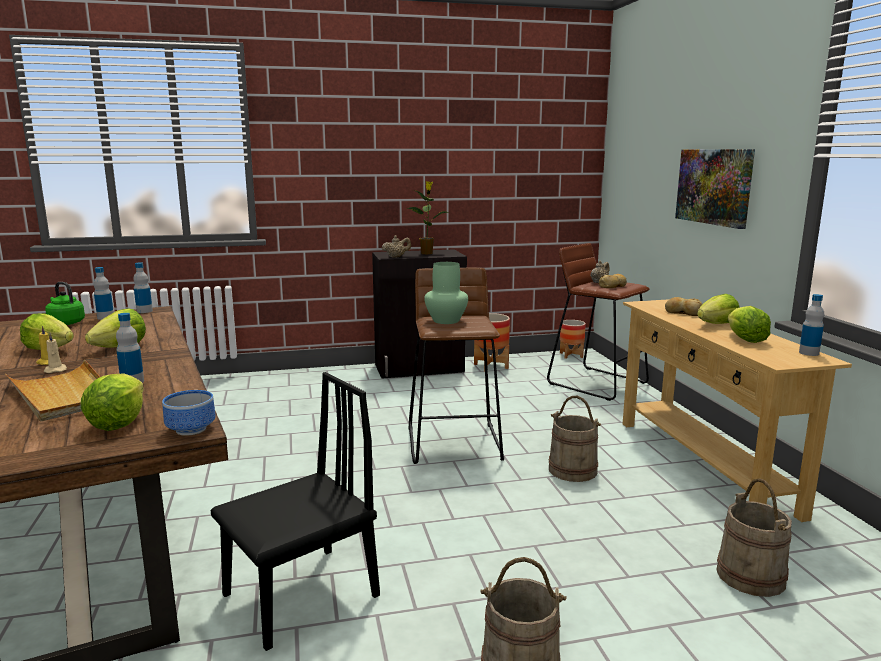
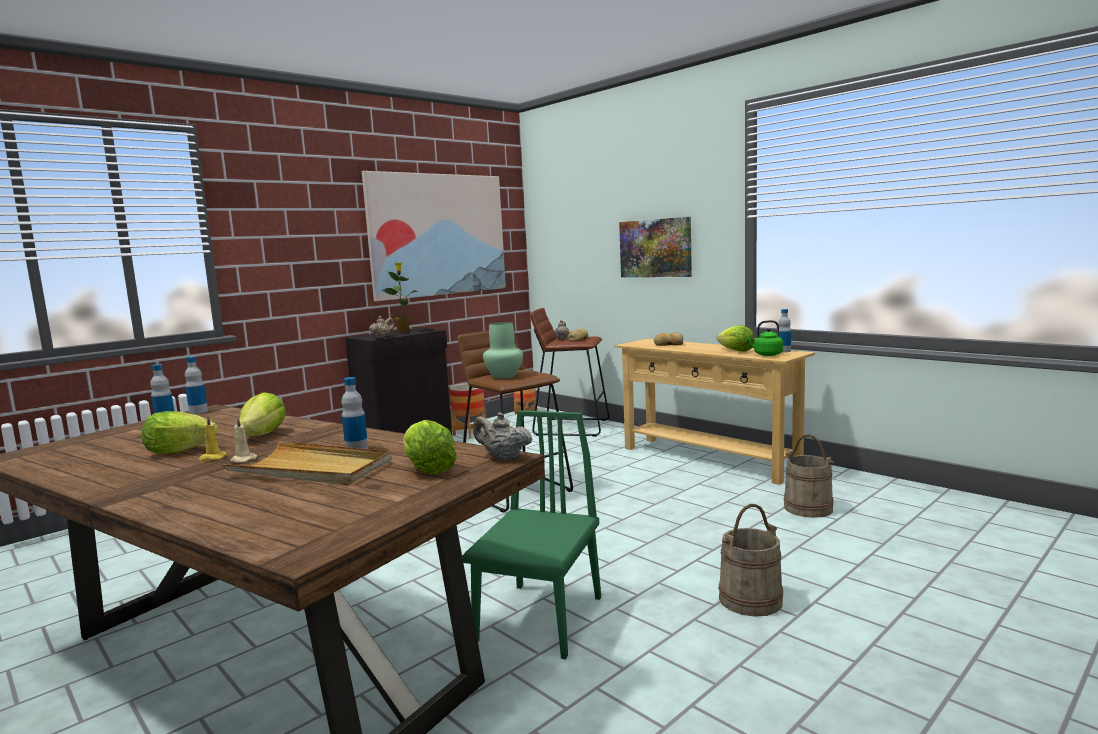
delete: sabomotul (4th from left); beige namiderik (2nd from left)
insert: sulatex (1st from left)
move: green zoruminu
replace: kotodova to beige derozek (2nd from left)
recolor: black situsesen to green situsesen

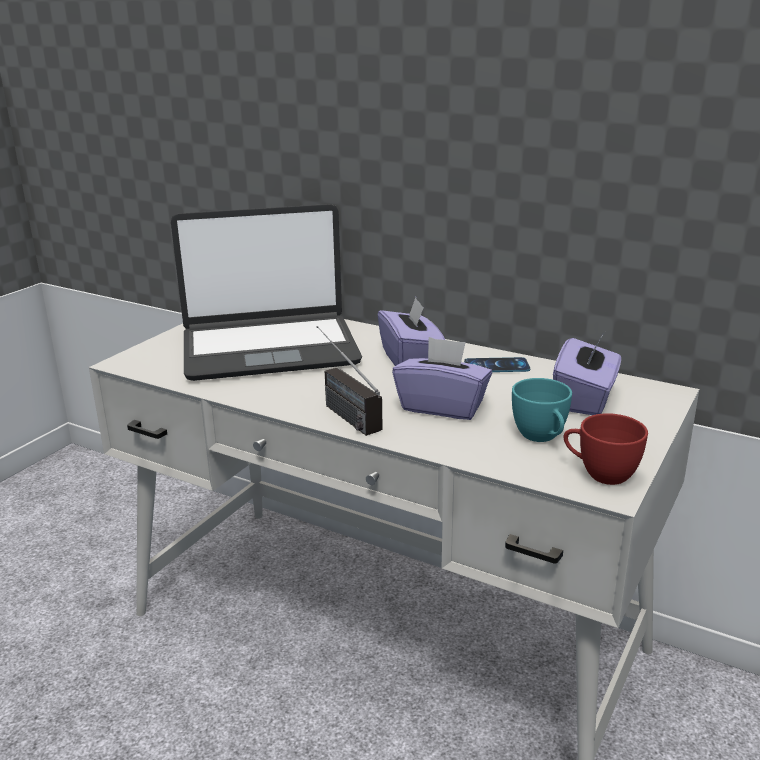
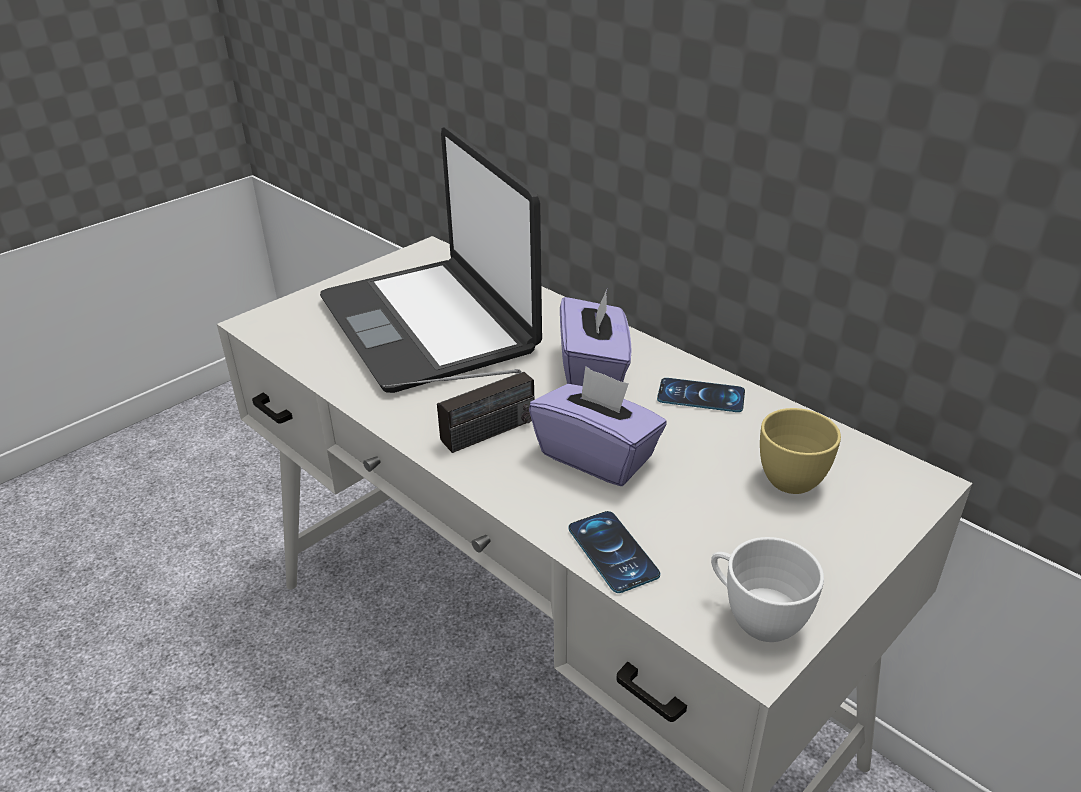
delete: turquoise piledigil
insert: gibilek (1st from left)
replace: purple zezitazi (3rd from left) to yellow piledigil
recolor: red piledigil to white piledigil
rotate: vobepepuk 60 degrees clockwise; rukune 105 degrees counterclockwise

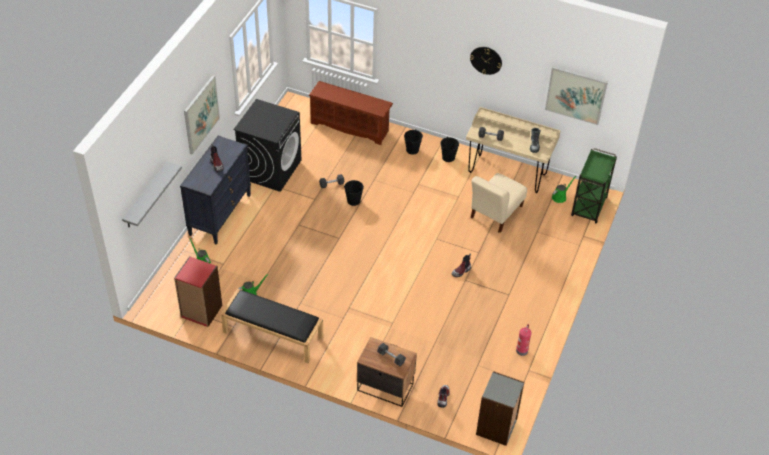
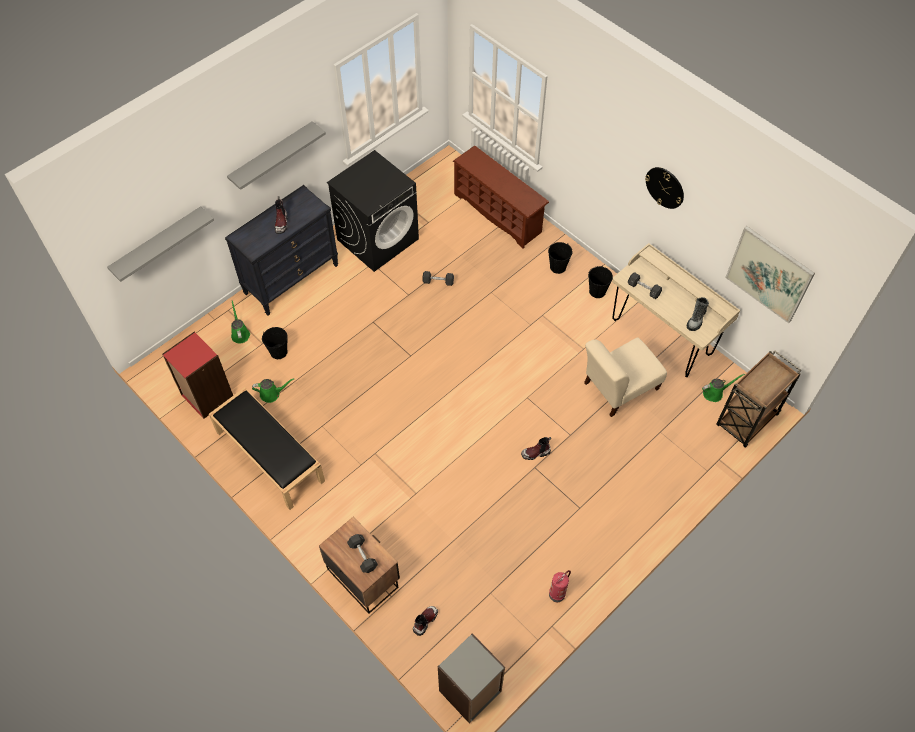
move: black namiderik (1st from left)
replace: sulatex (1st from left) to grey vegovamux (2nd from left)
recolor: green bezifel to brown bezifel

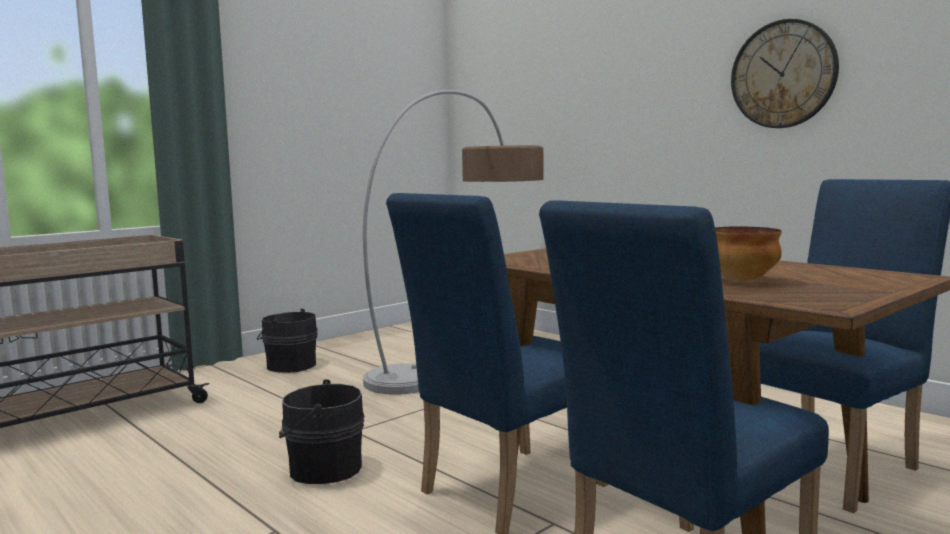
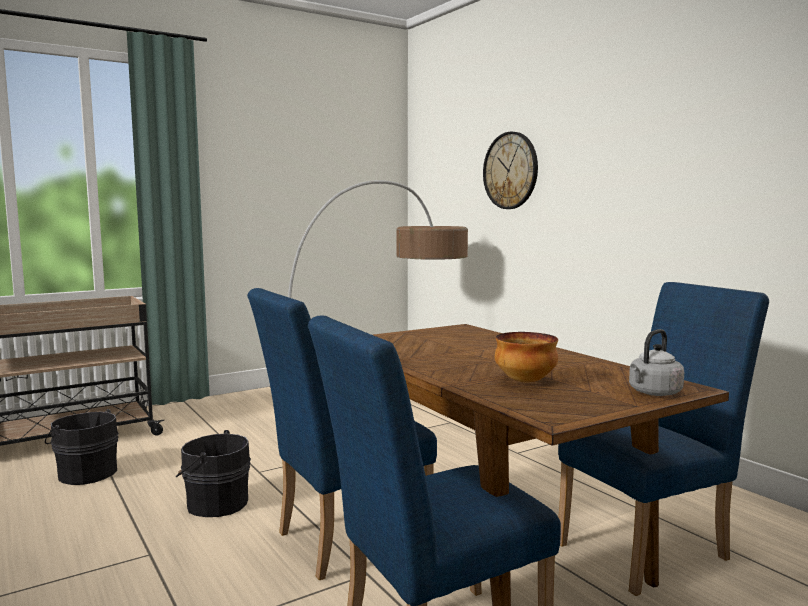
insert: grey zoruminu
move: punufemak; black namiderik (1st from left)

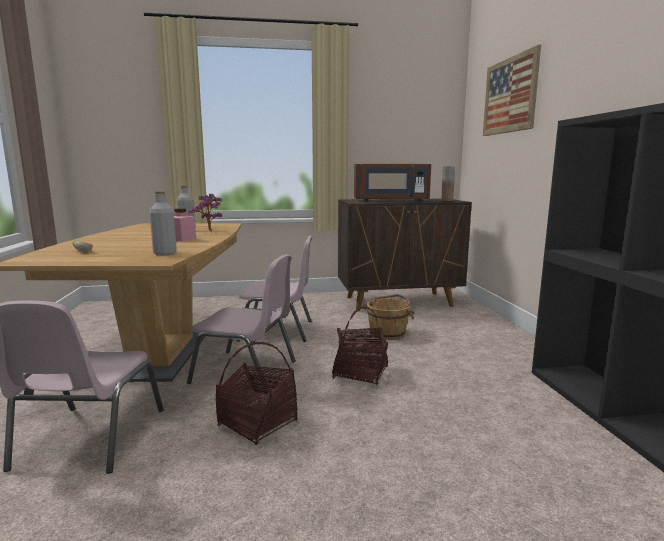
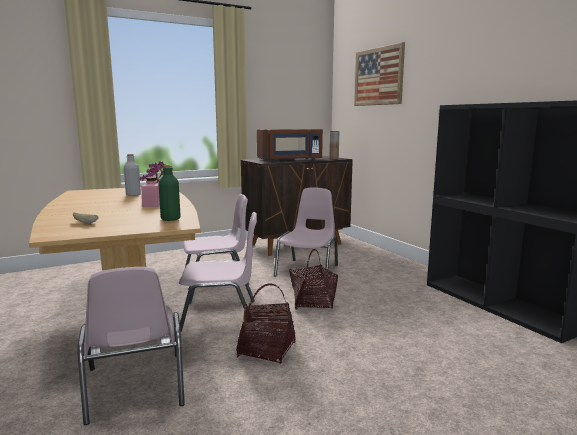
replace: brown namiderik to pink situsesen (4th from left)
recolor: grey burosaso (1st from left) to green burosaso

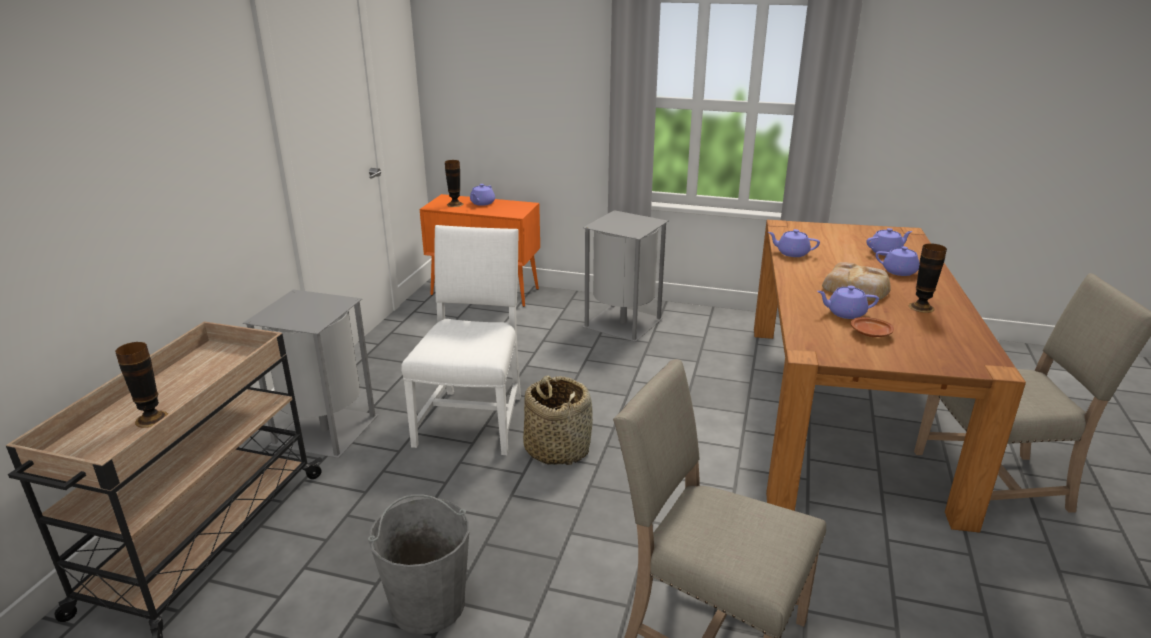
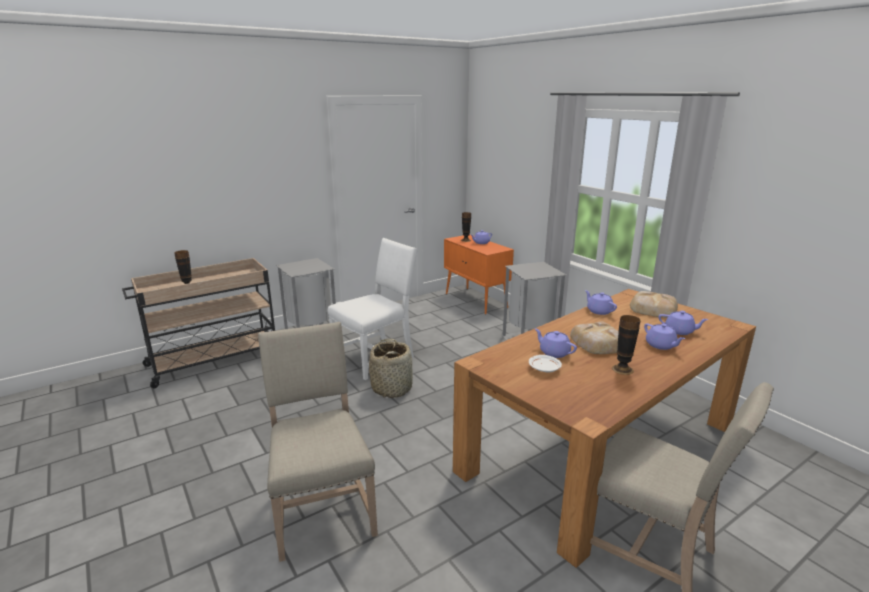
delete: grey namiderik
insert: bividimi (2nd from left)
recolor: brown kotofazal to white kotofazal

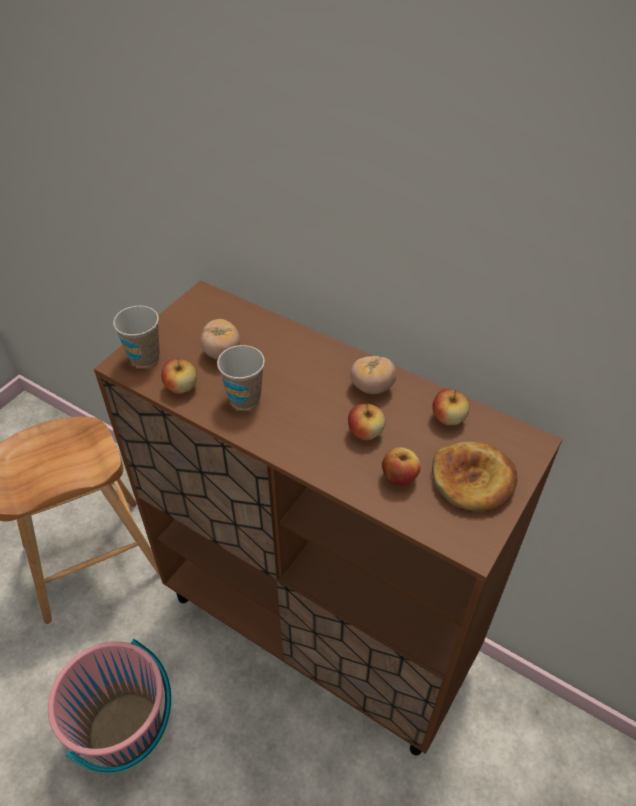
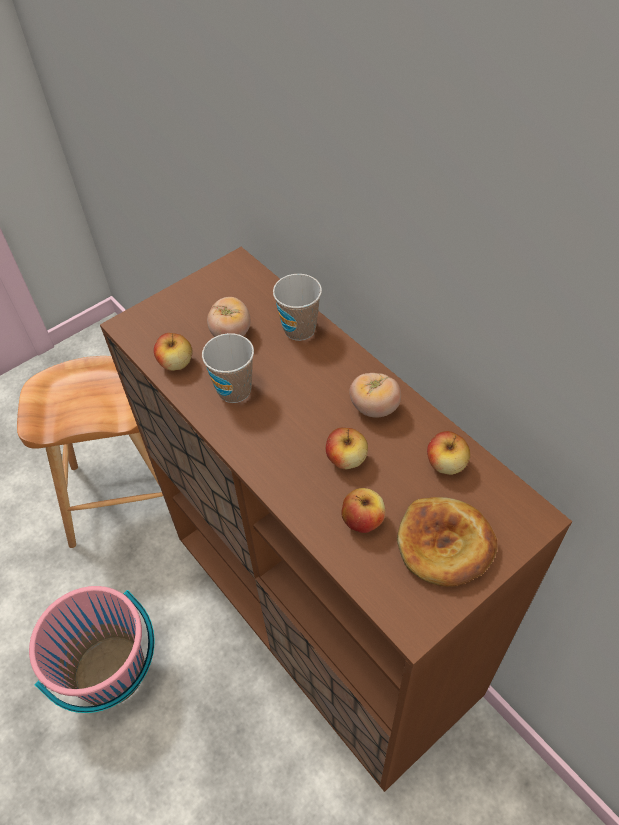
move: piledigil (1st from left in the first image) to piledigil (2nd from left)

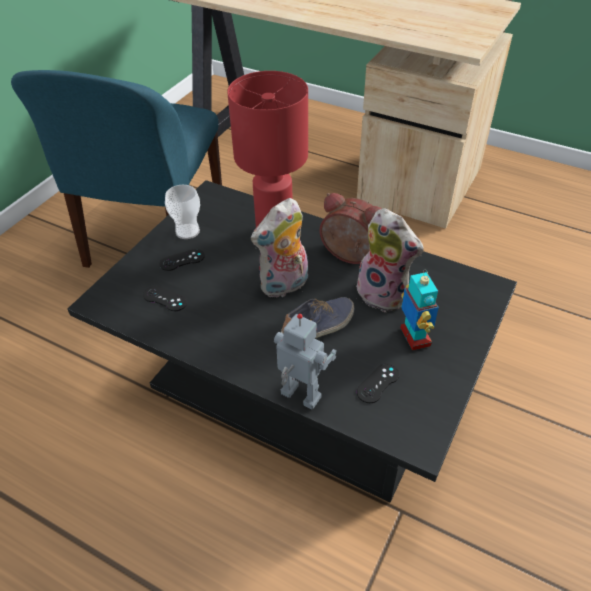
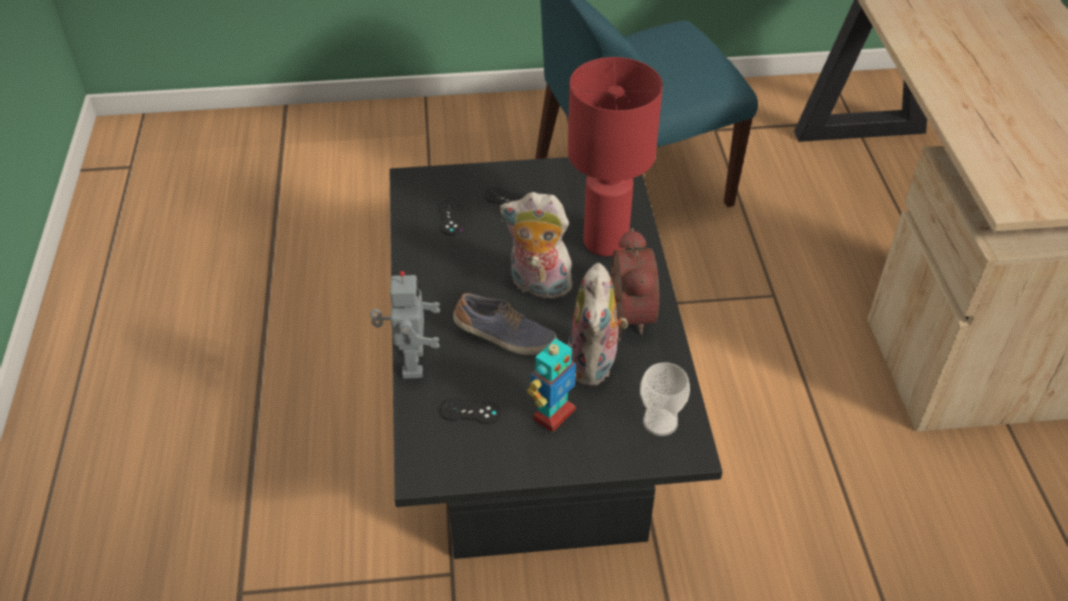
move: piledigil

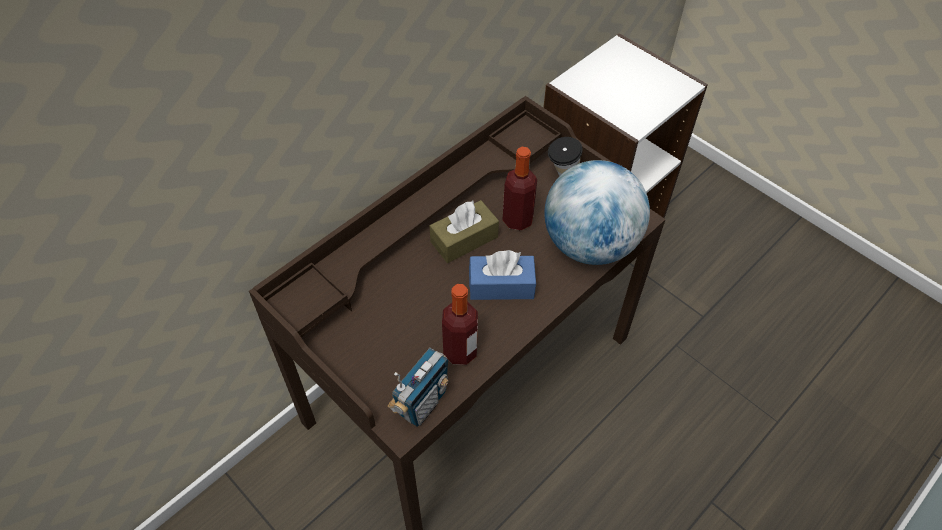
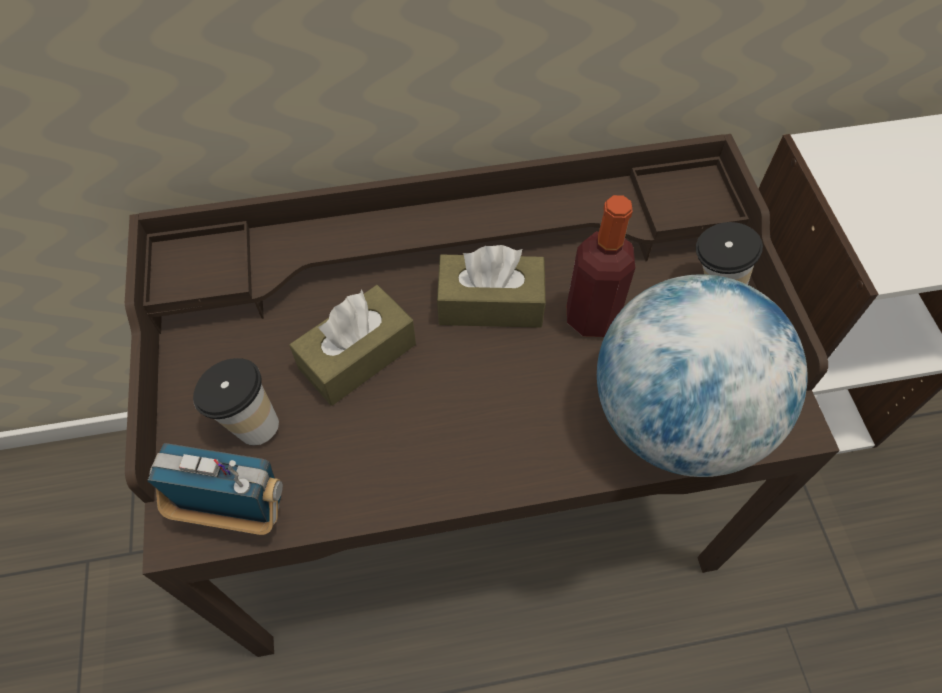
delete: blue zezitazi; burosaso (1st from left)
insert: brown zezitazi (1st from left); piledigil (1st from left)
rotate: rukune 150 degrees counterclockwise

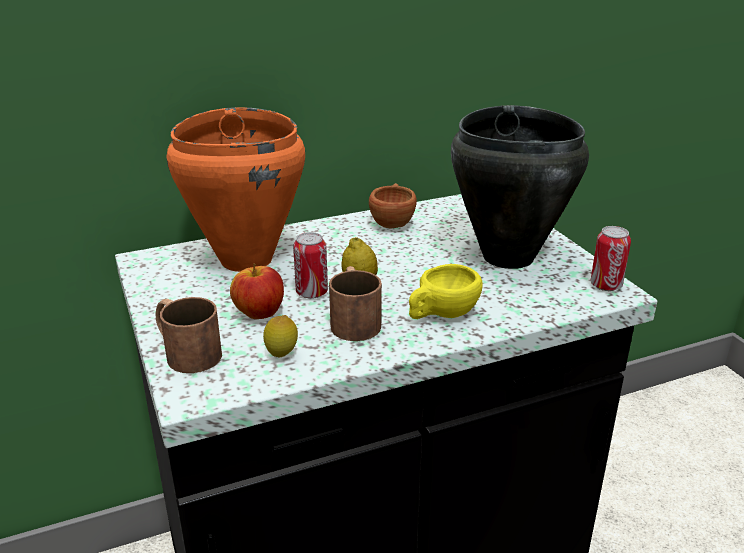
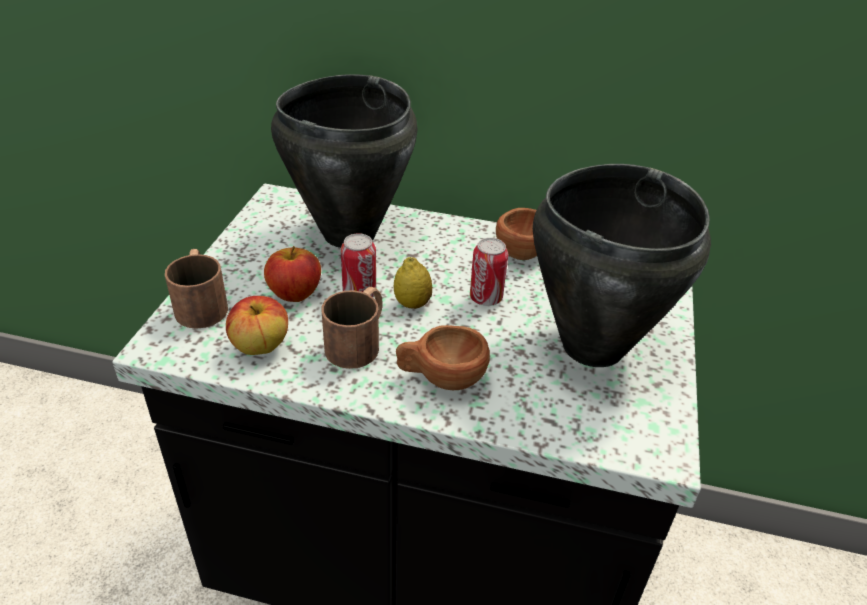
move: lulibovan (2nd from left)
replace: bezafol (1st from left) to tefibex (1st from left)
recolor: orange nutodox to black nutodox (1st from left); yellow piledigil to brown piledigil (1st from left)

